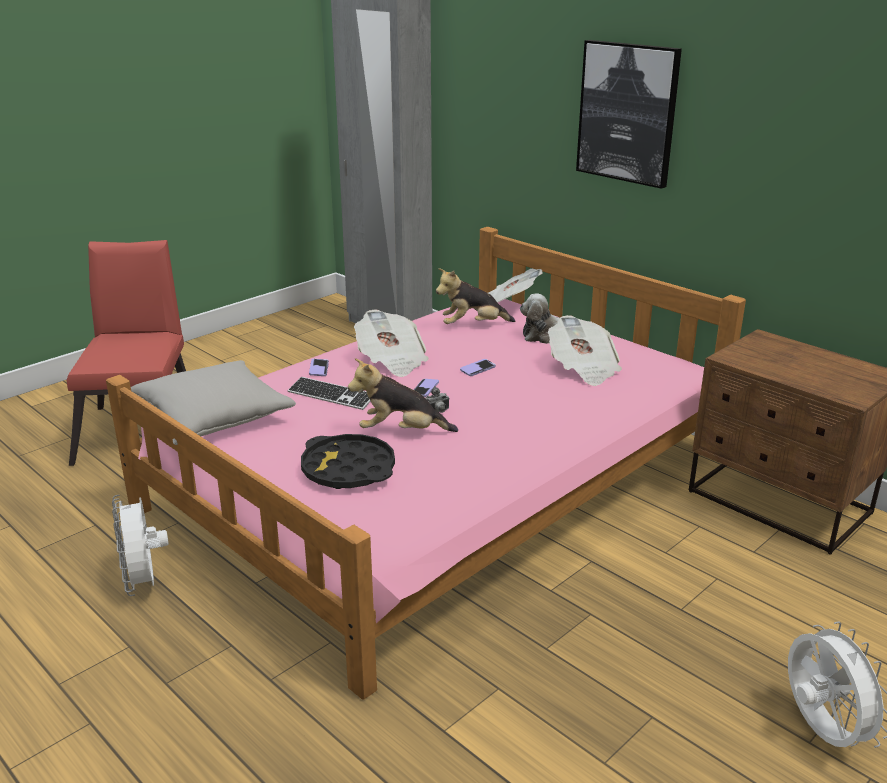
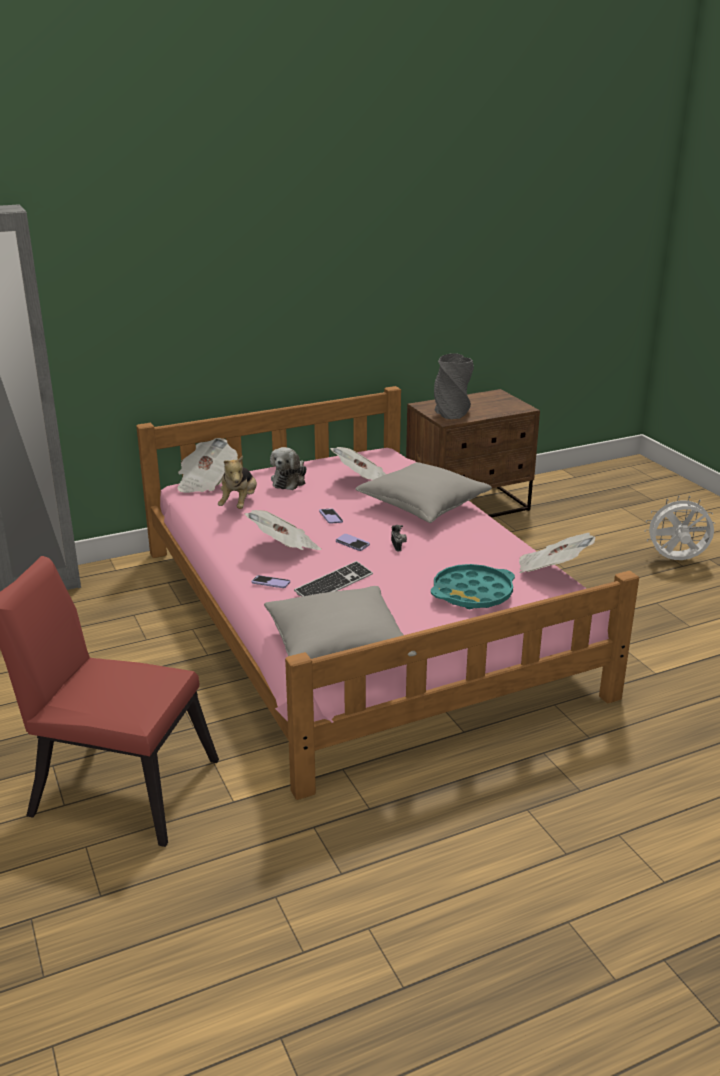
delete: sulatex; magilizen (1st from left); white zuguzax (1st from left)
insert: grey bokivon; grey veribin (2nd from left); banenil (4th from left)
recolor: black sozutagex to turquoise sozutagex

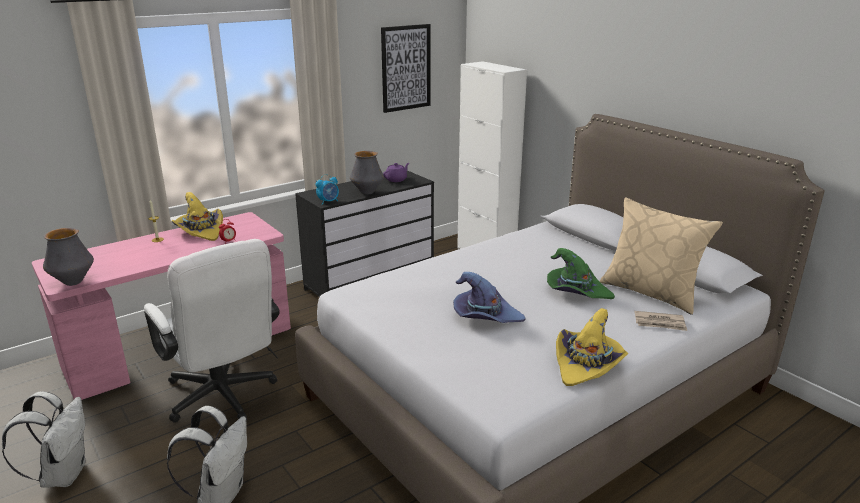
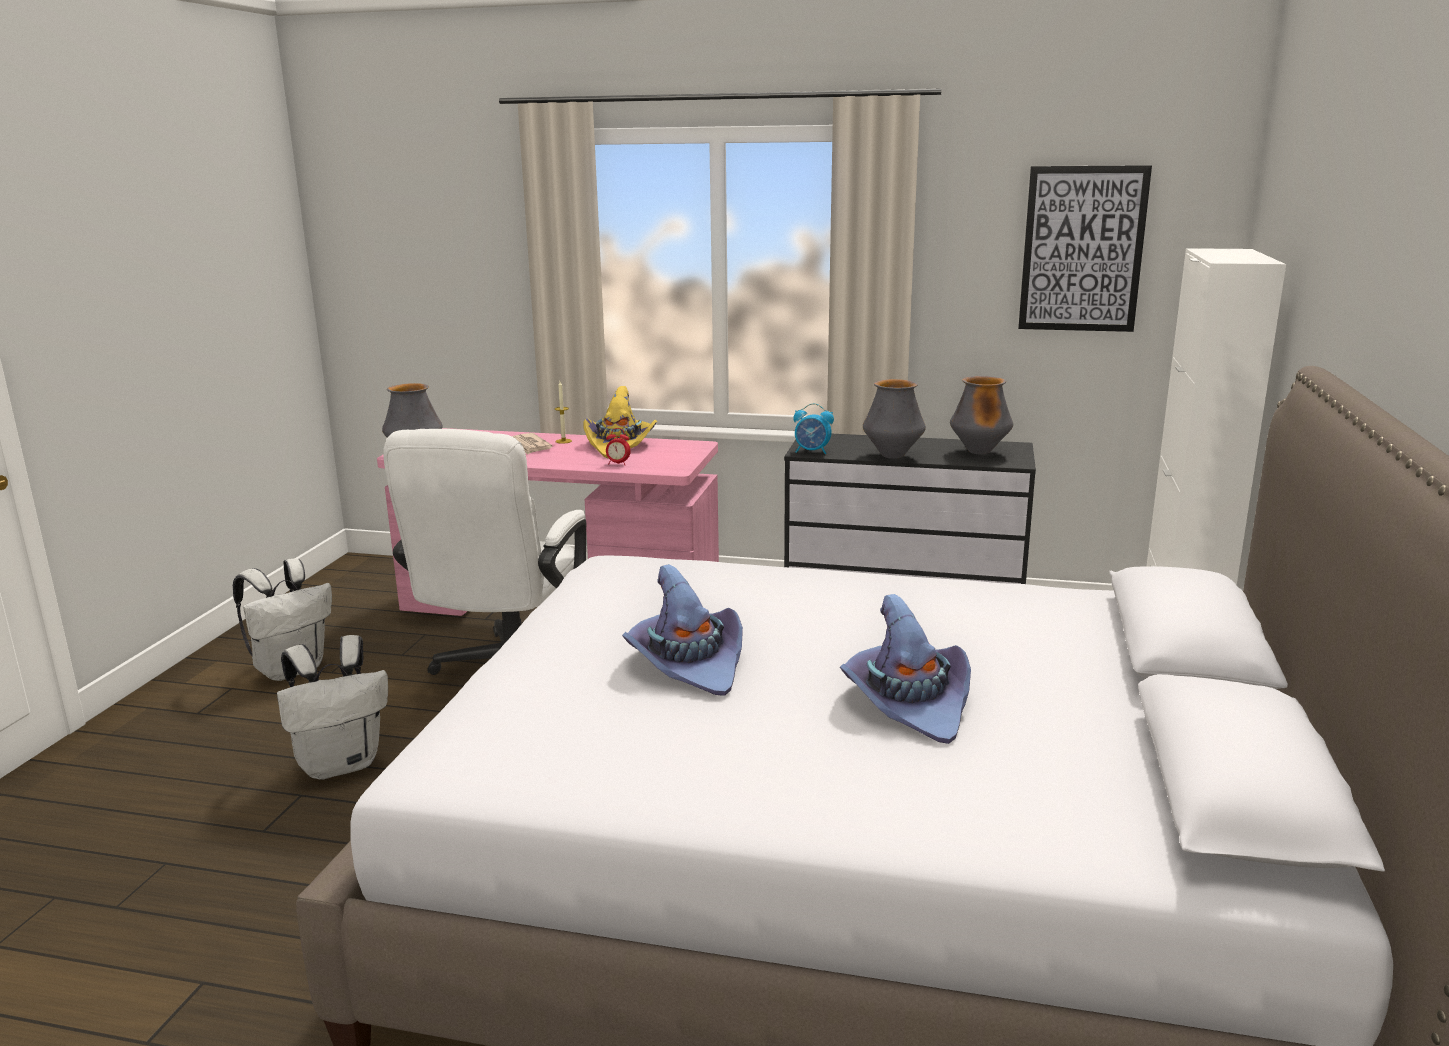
delete: beige veribin; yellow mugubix (2nd from left)
move: banenil
replace: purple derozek to bokivon (3rd from left)
recolor: green mugubix to purple mugubix (2nd from left)

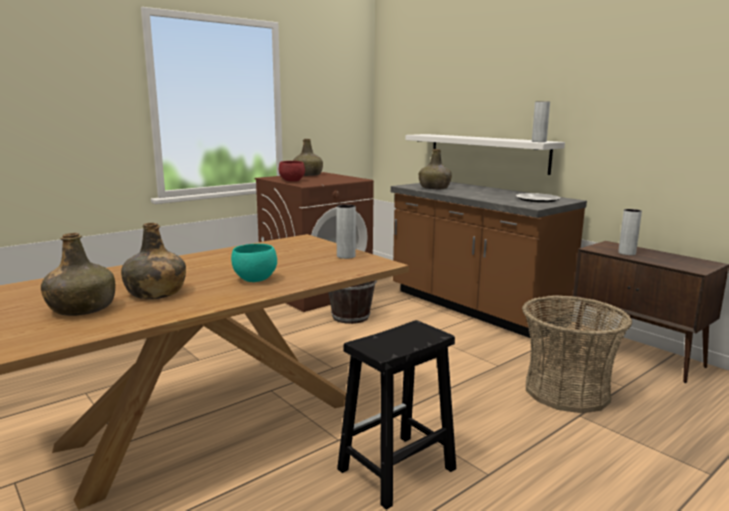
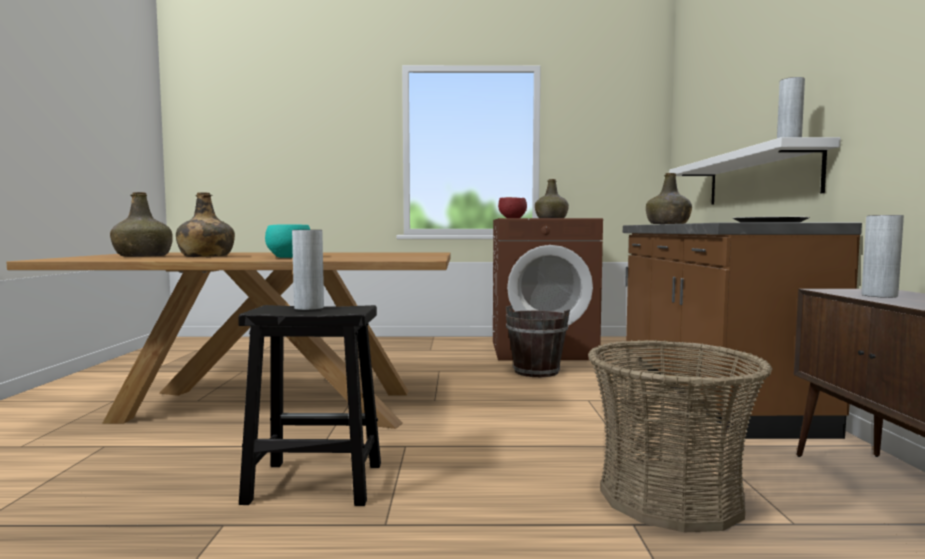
move: grey bokivon (1st from left)

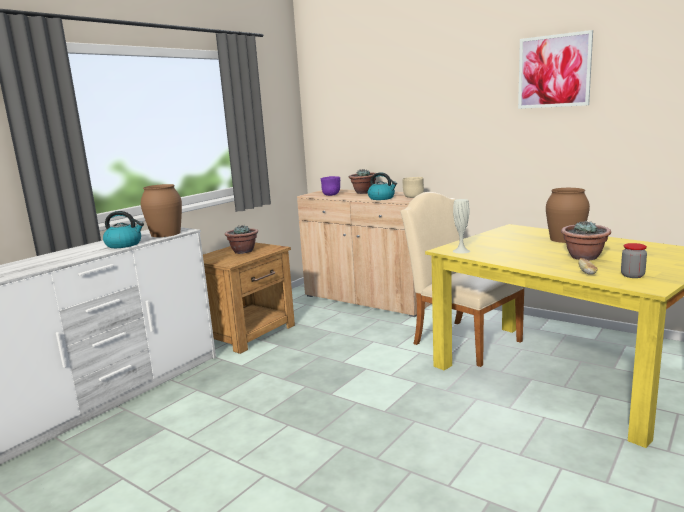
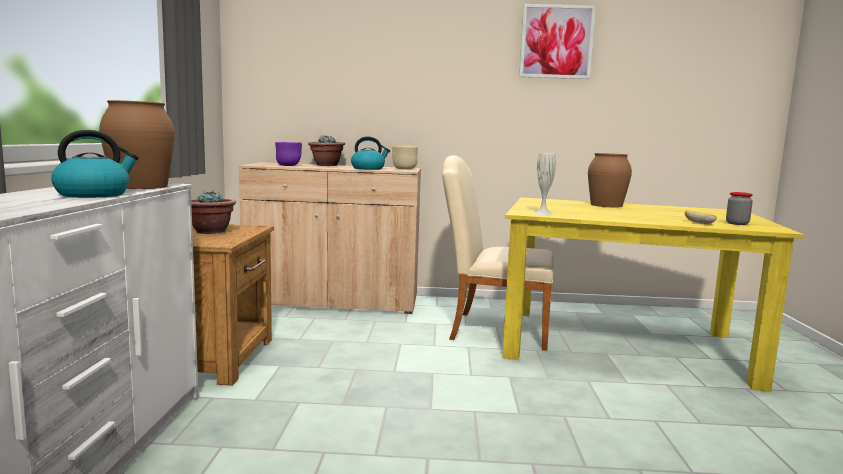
delete: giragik (3rd from left)

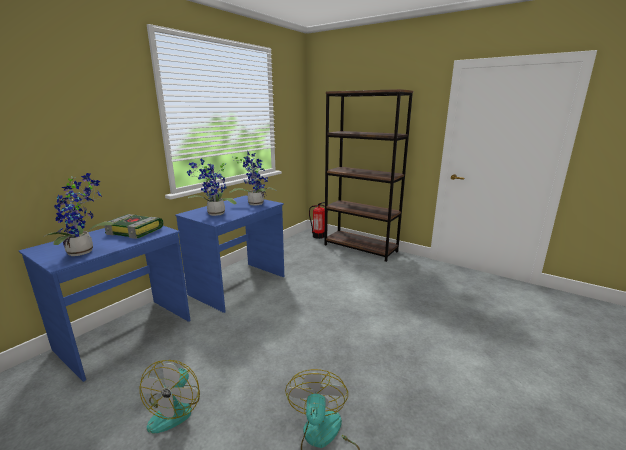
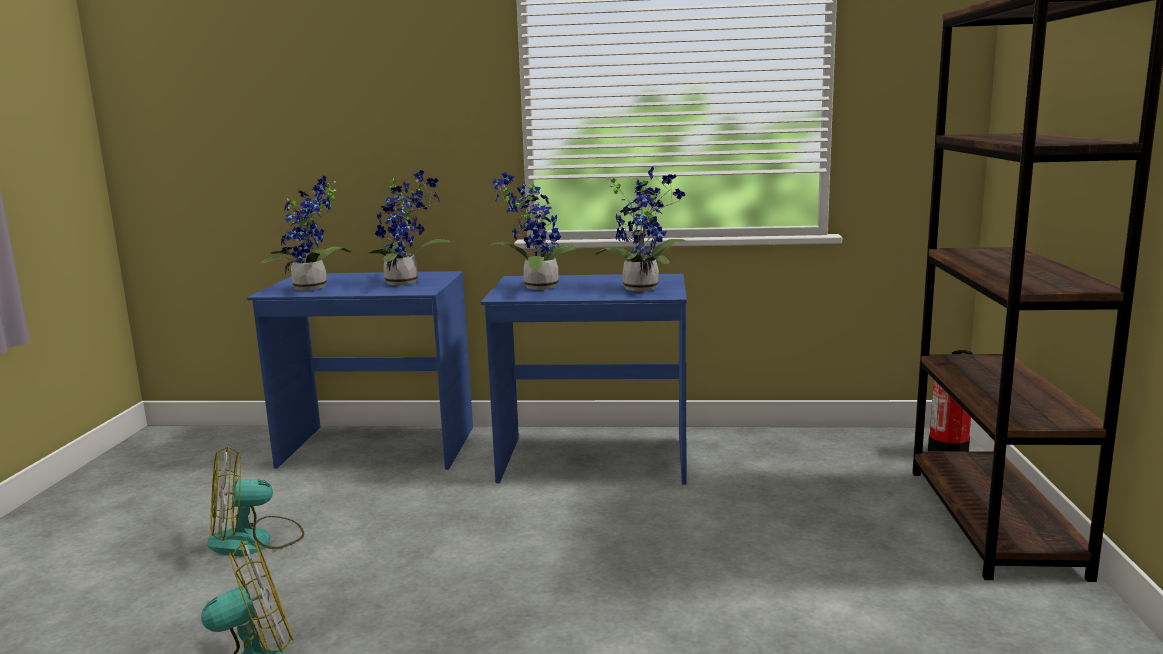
replace: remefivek to giragik (2nd from left)

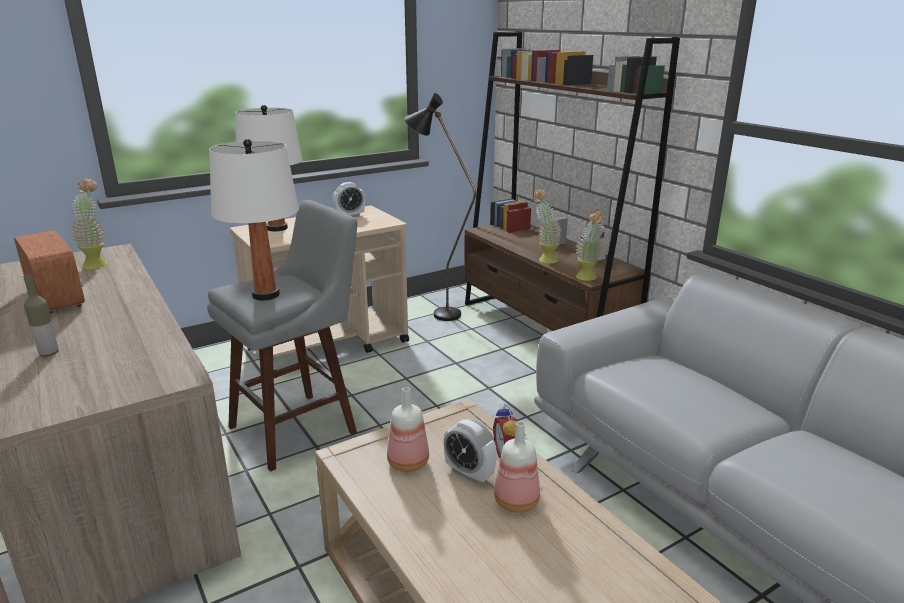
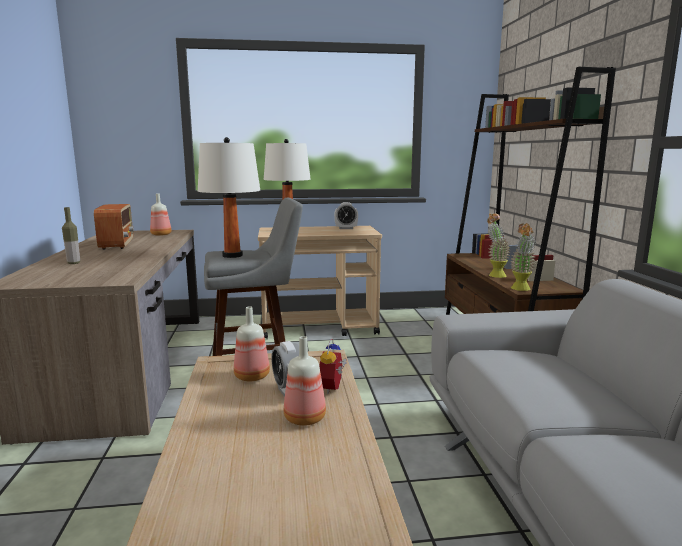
delete: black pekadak
replace: giragik (1st from left) to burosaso (2nd from left)

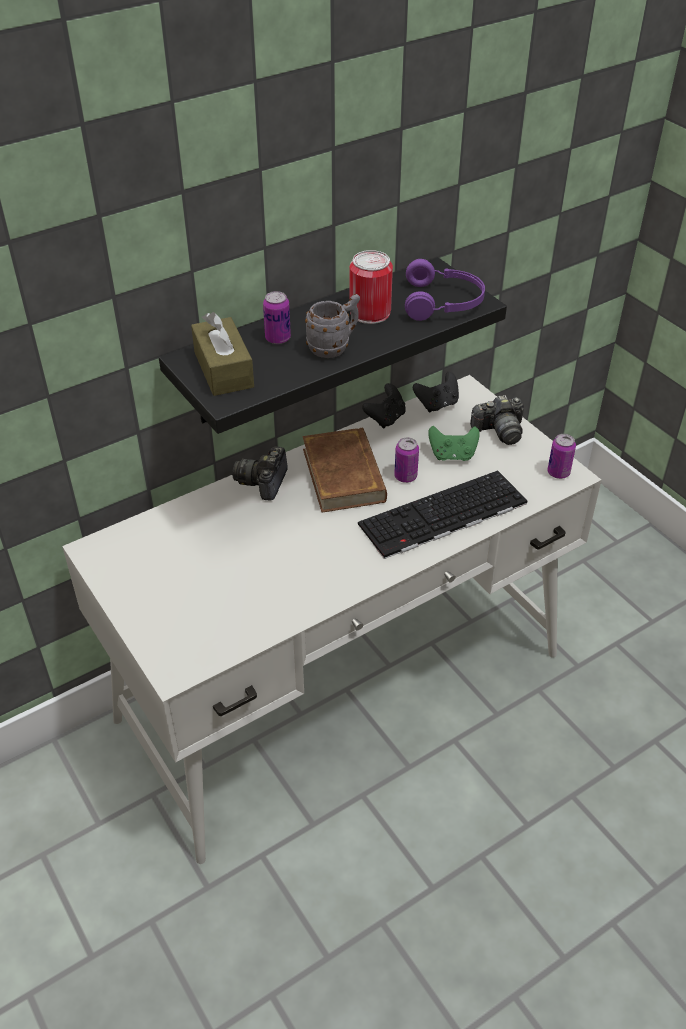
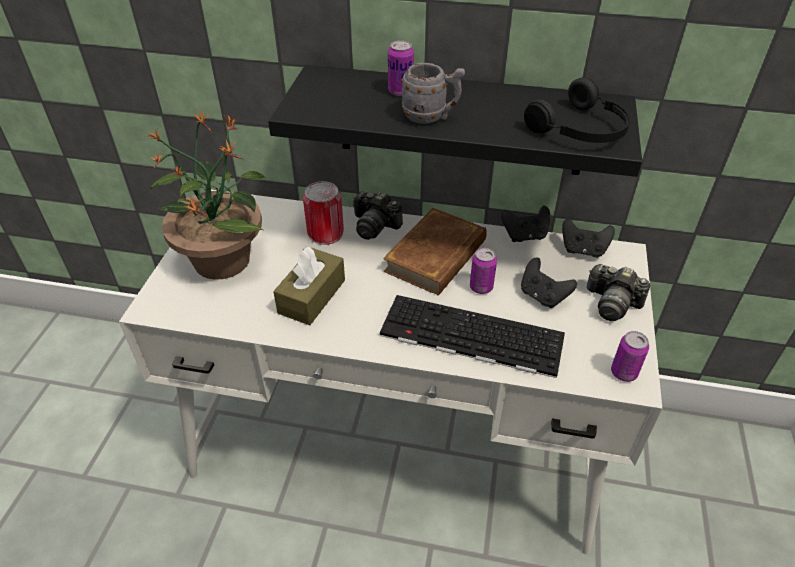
insert: giragik
move: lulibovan (2nd from left in the first image) to lulibovan (1st from left); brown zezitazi
recolor: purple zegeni to black zegeni; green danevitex to black danevitex (2nd from left)
rotate: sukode (1st from left) 120 degrees counterclockwise

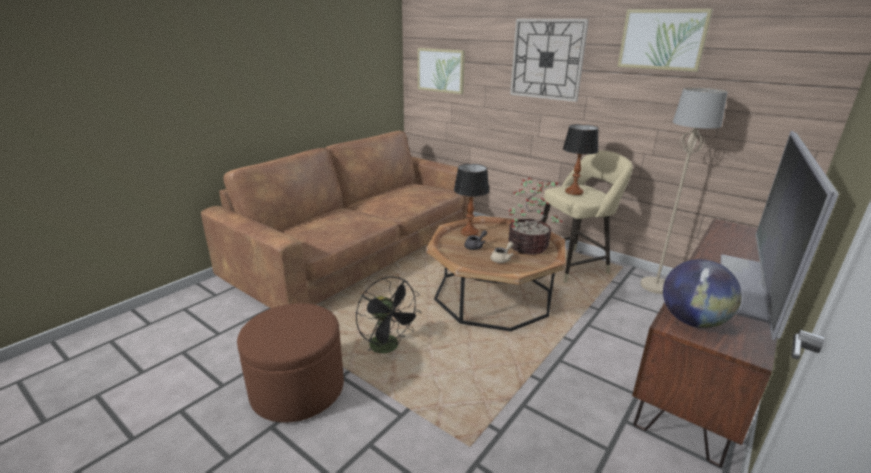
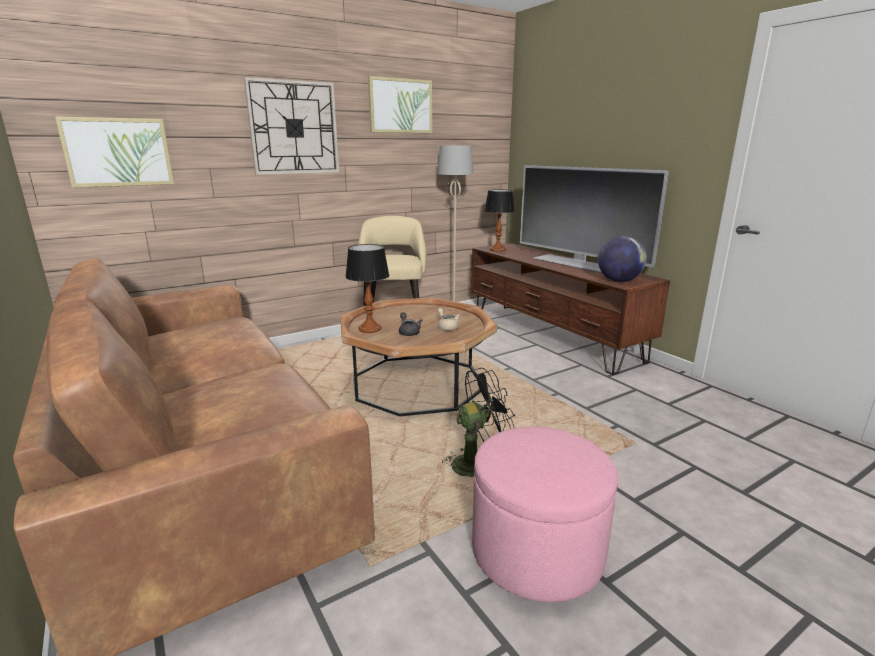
delete: giragik
move: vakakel (2nd from left)
recolor: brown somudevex to pink somudevex

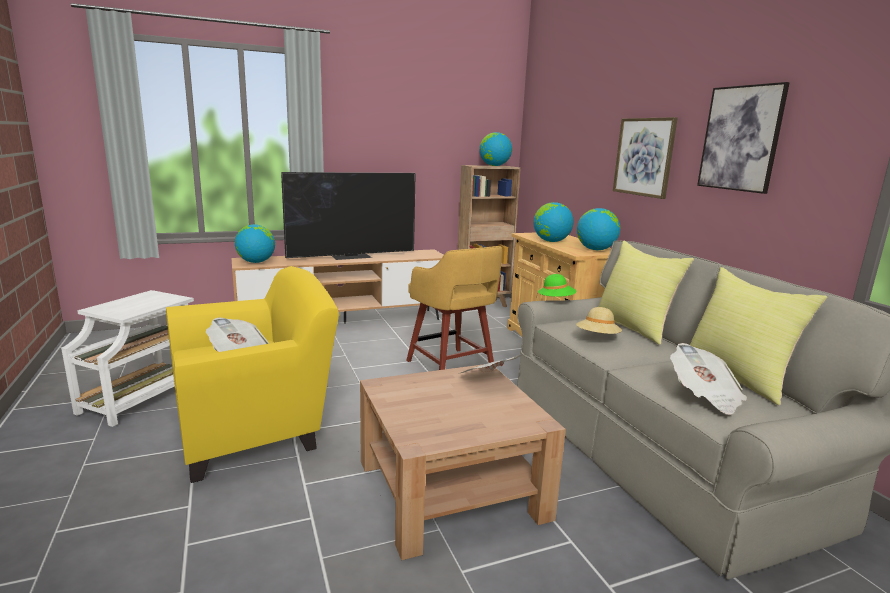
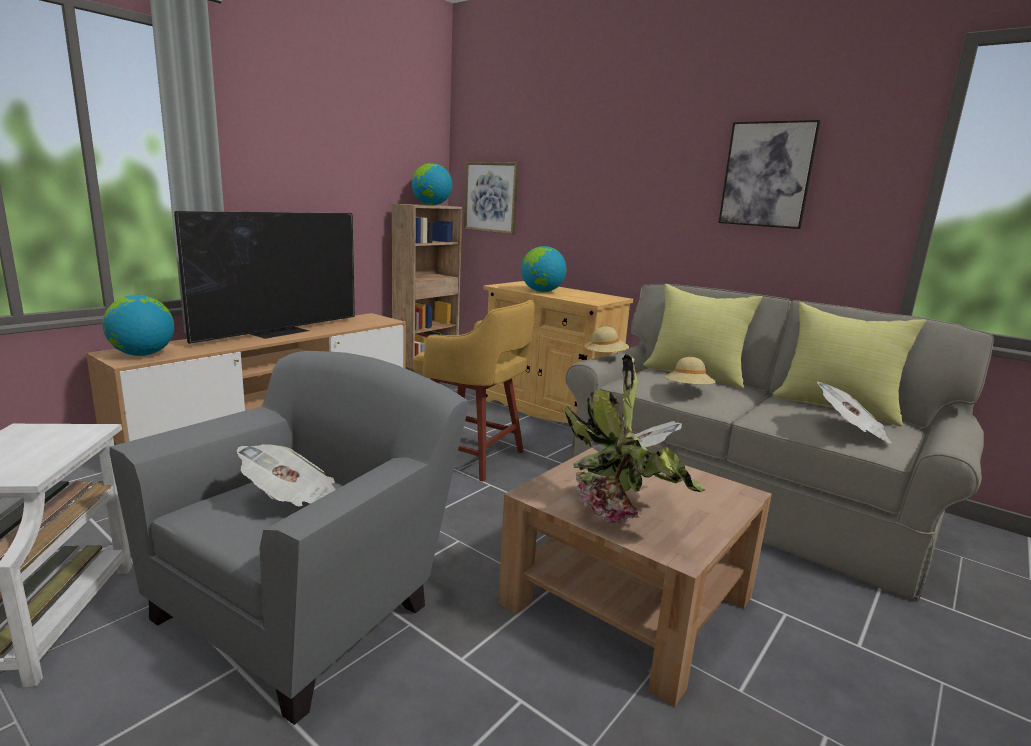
delete: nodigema (4th from left)
insert: giragik
move: sulatex (1st from left)
recolor: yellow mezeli to grey mezeli; green mugubix to beige mugubix (1st from left)

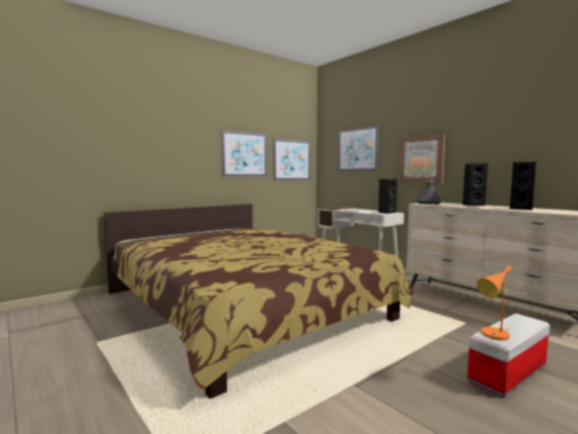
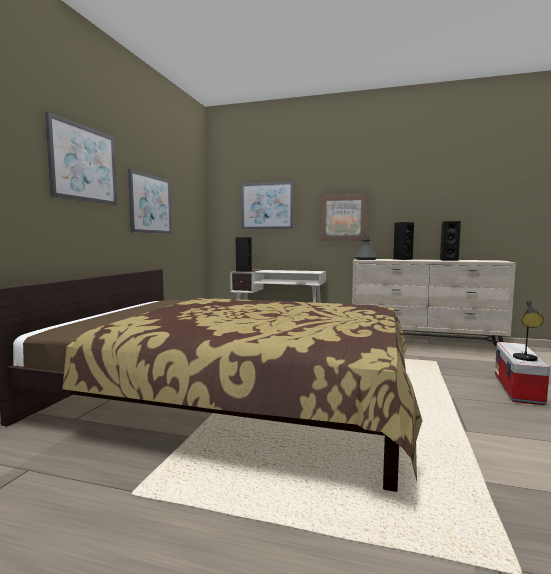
move: sulatex (2nd from left in the first image) to sulatex (1st from left); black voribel (1st from left)
recolor: orange vakakel to black vakakel

